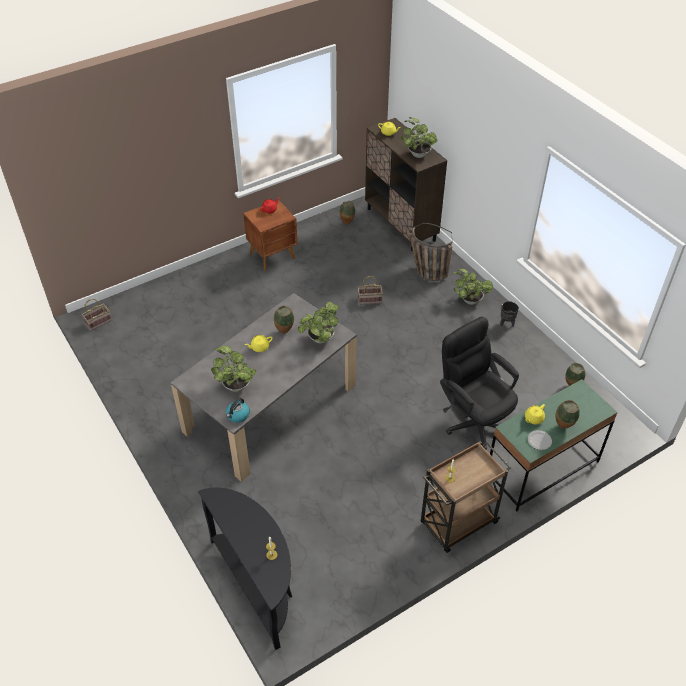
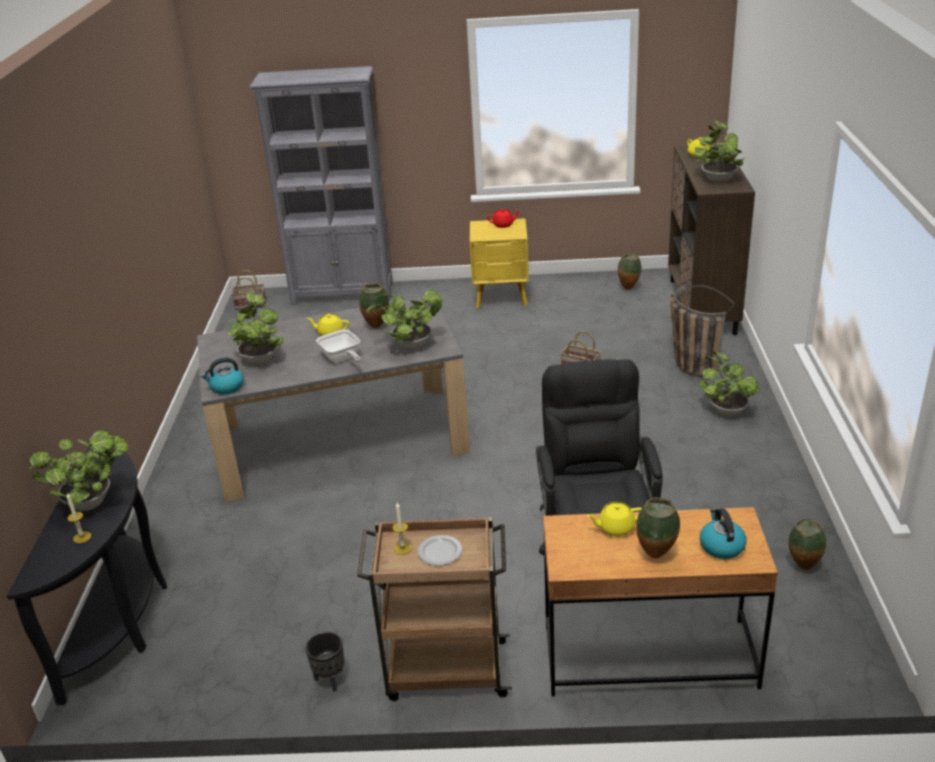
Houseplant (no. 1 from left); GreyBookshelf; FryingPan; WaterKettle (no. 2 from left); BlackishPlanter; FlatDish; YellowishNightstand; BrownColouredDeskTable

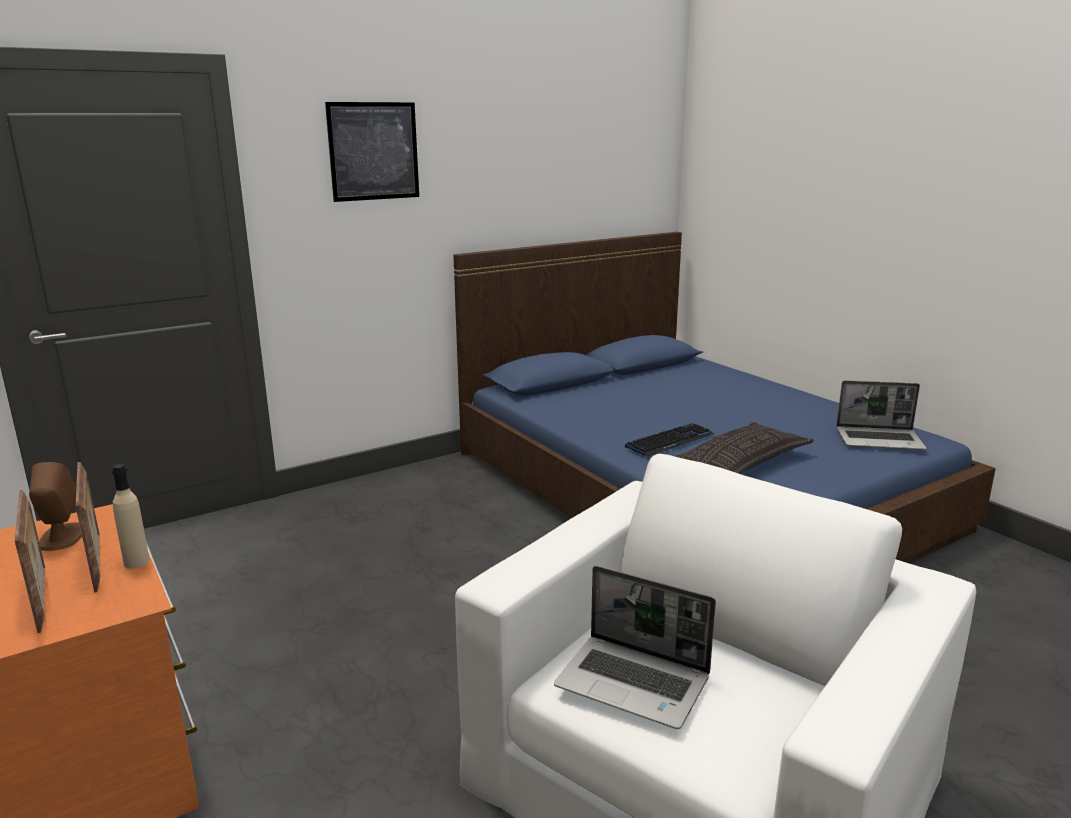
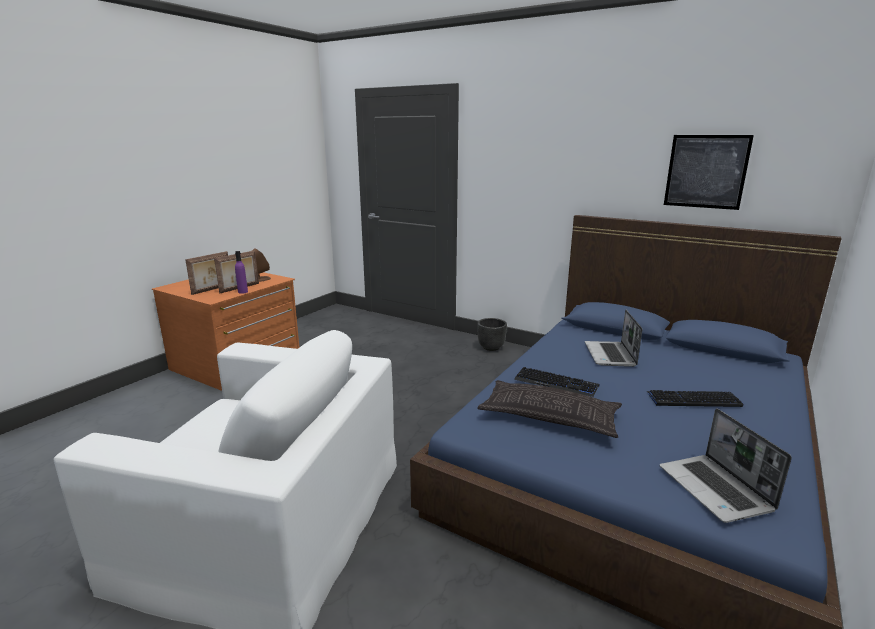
BlackishPlanter; PcKeyboard (no. 2 from left); Picture; NotebookComputer (no. 1 from left); PurplishDrinkBottle

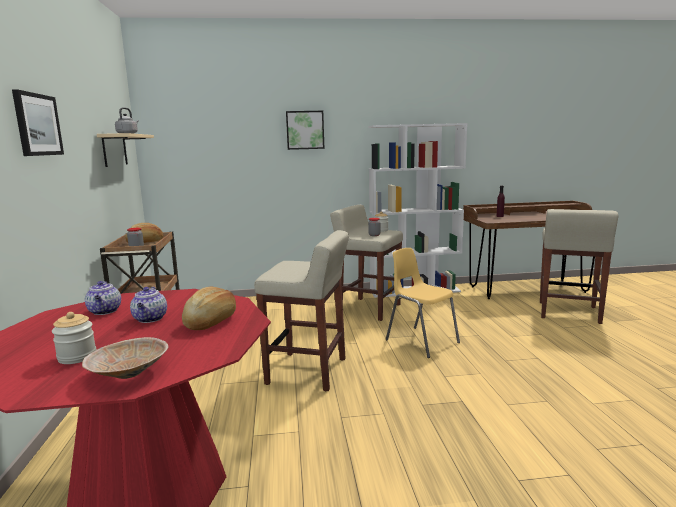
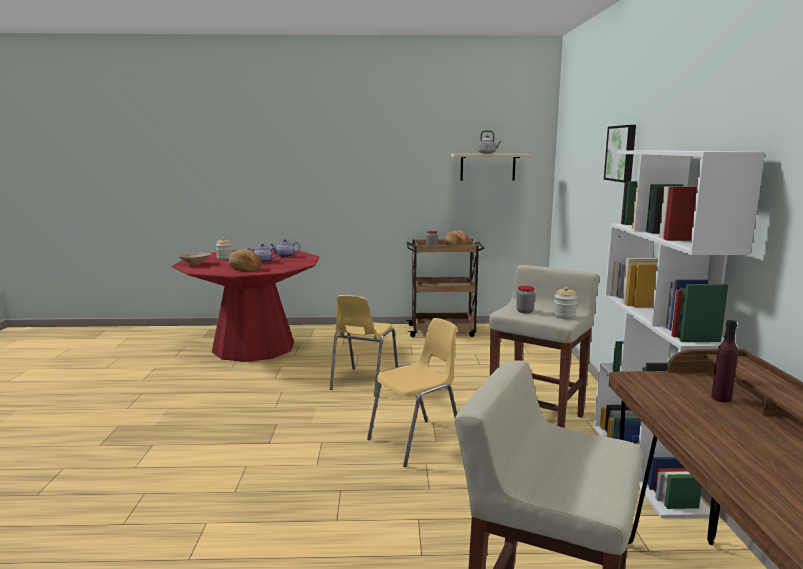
Picture (no. 1 from left in the first image); YellowishUprightChair (no. 1 from left)

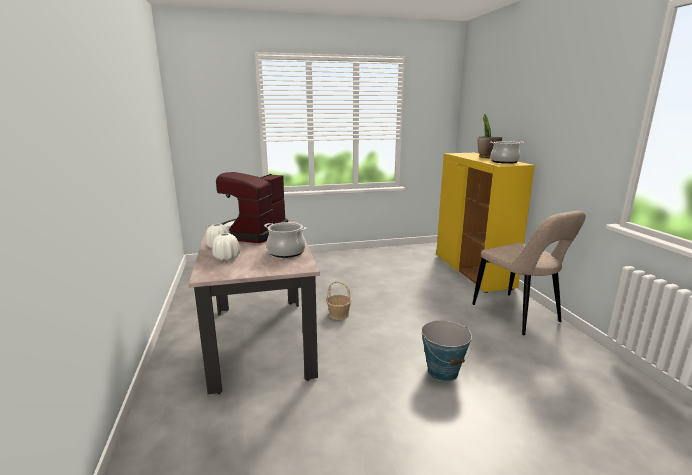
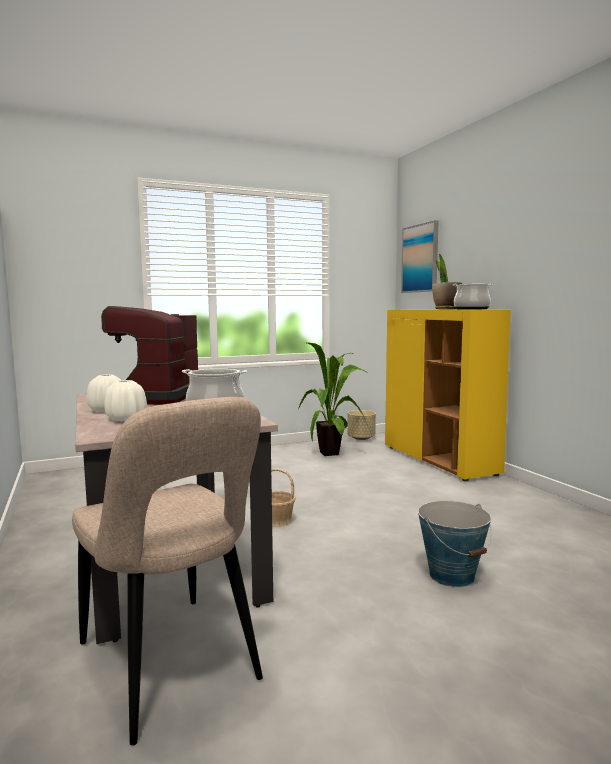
Houseplant (no. 1 from left); SandColouredPlanter; Picture; SandColouredUprightChair

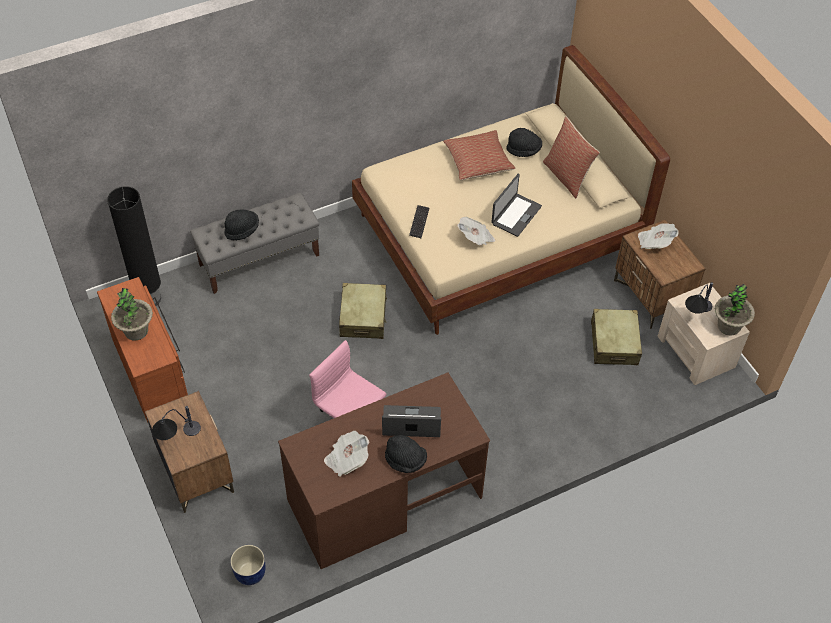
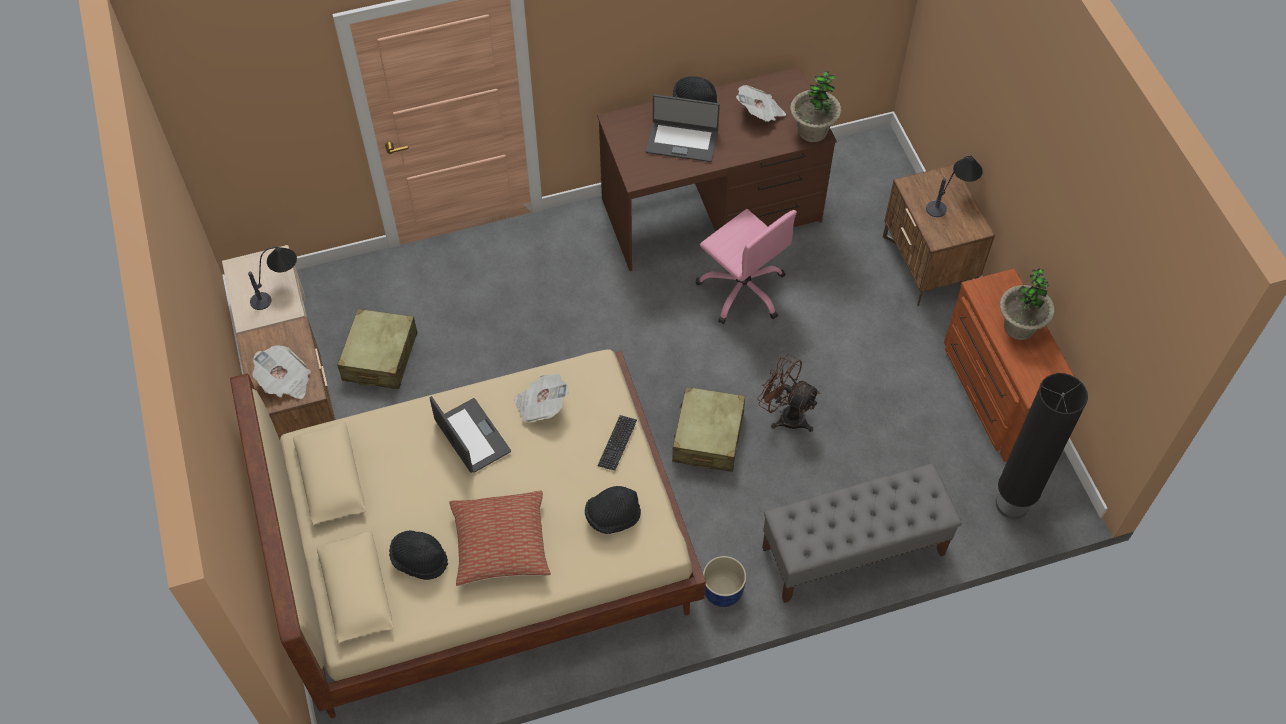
ThrowPillow (no. 2 from left in the first image); BrownColouredFan; BlackishWearableHat (no. 2 from left); BlueColouredPlanter; Houseplant (no. 1 from left); NotebookComputer (no. 1 from left)

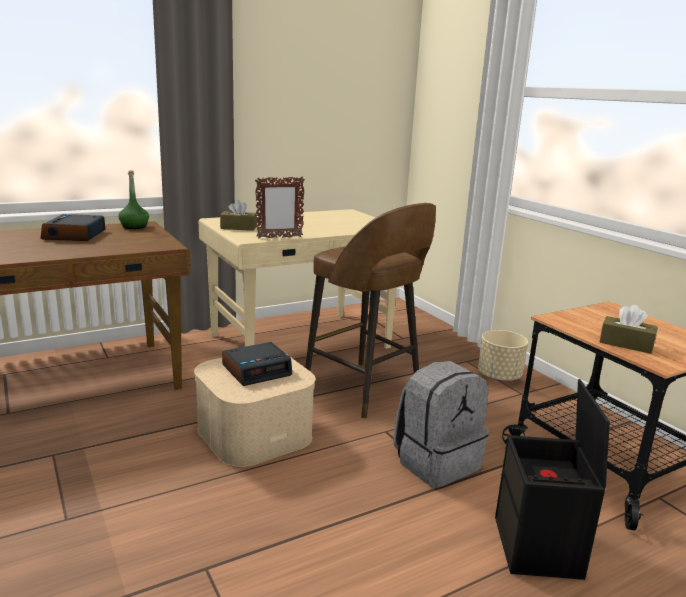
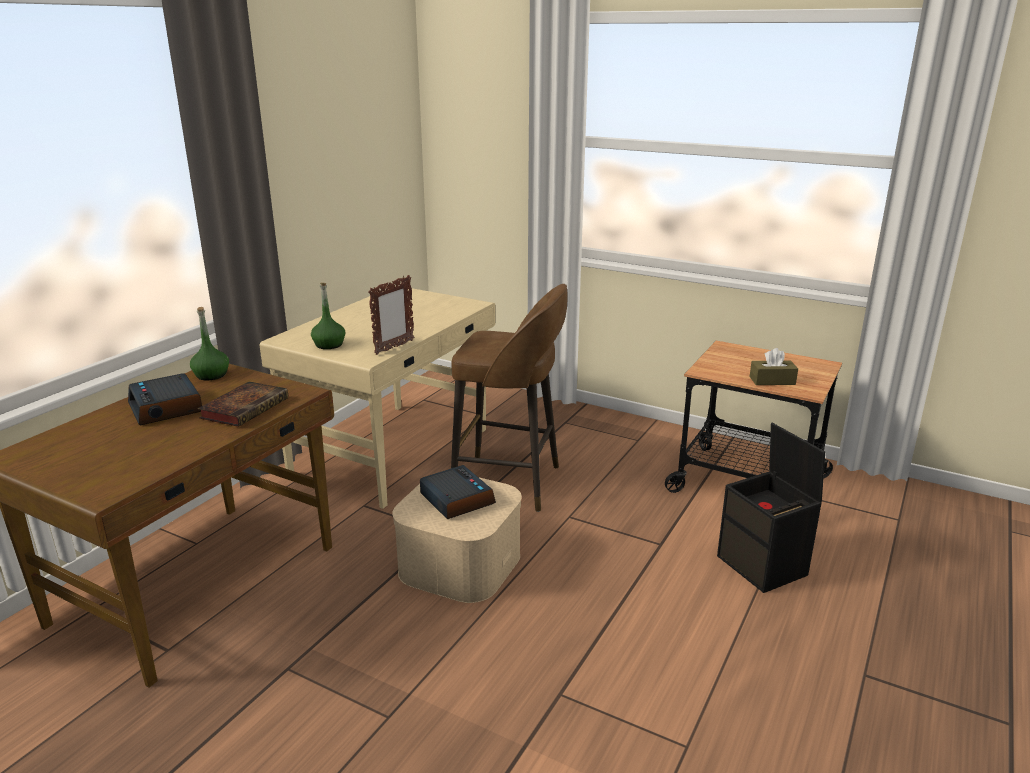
GreyRucksack; SandColouredPlanter; Volume; GreenishDrinkBottle (no. 2 from left); AlarmClock (no. 2 from left)

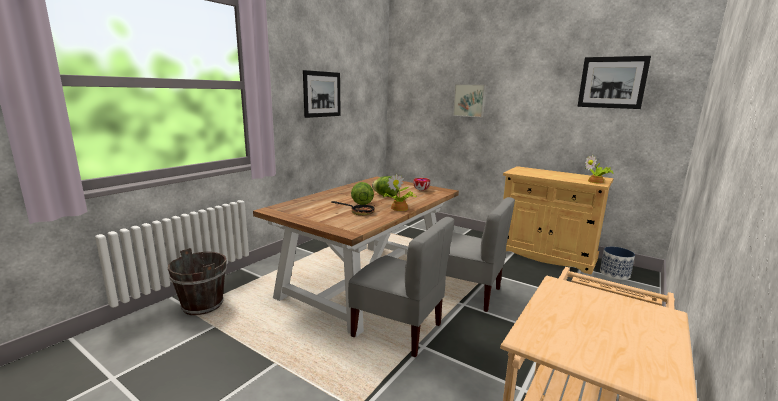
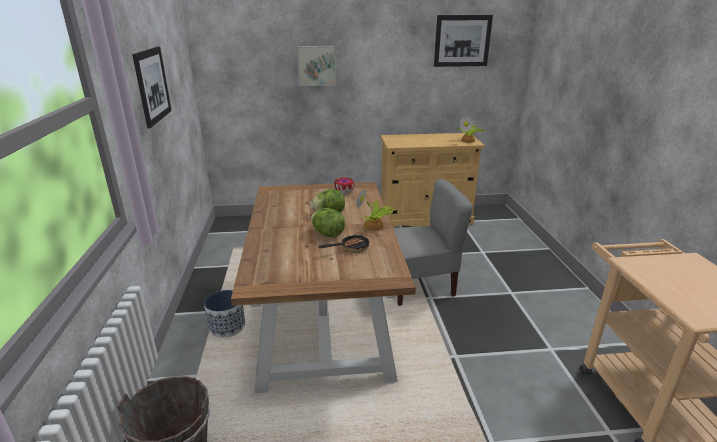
GreyUprightChair (no. 1 from left in the first image); Planter

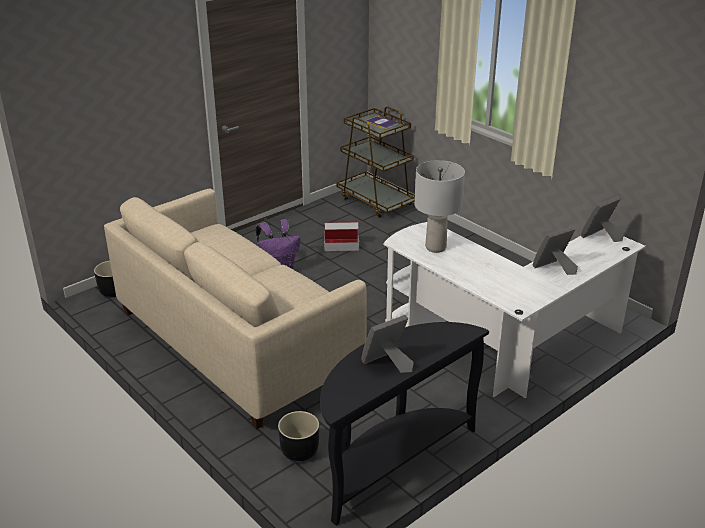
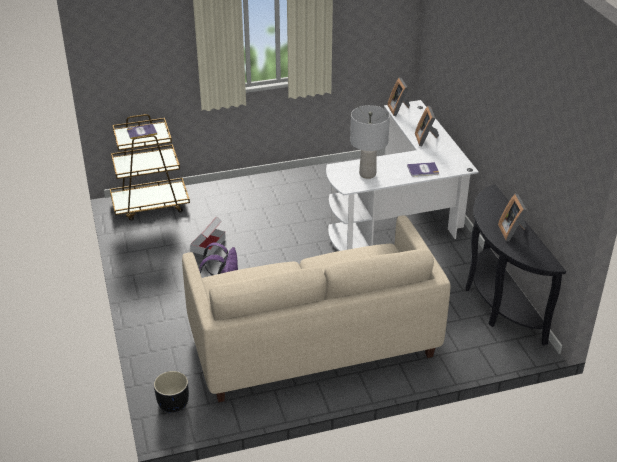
BlackishPlanter (no. 2 from left in the first image); Volume (no. 2 from left)

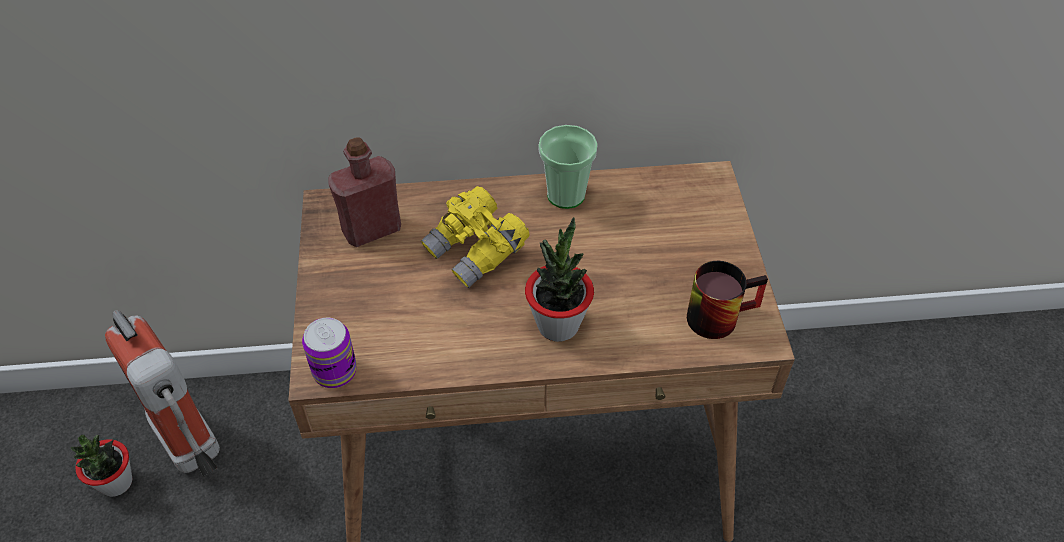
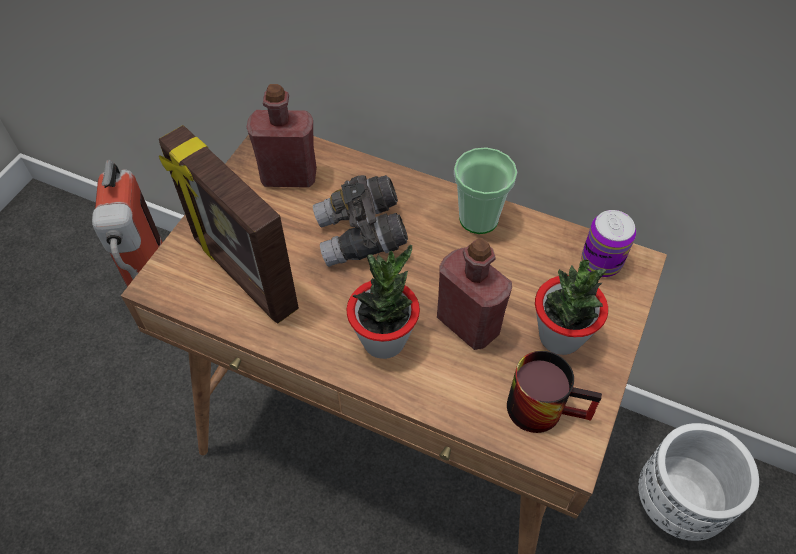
PictureFrame; ReddishDrinkBottle (no. 2 from left); WhiteColouredPlanter; Houseplant (no. 2 from left); SealedCan; GreyFieldGlasses

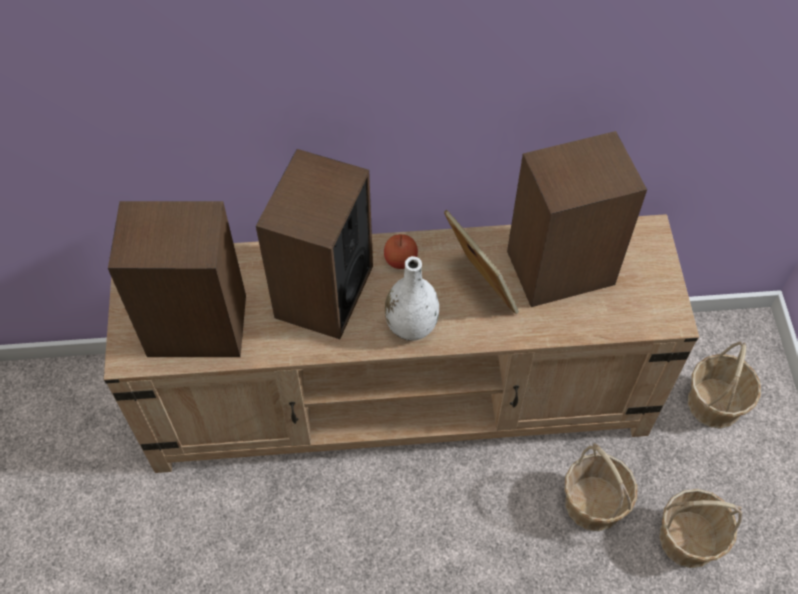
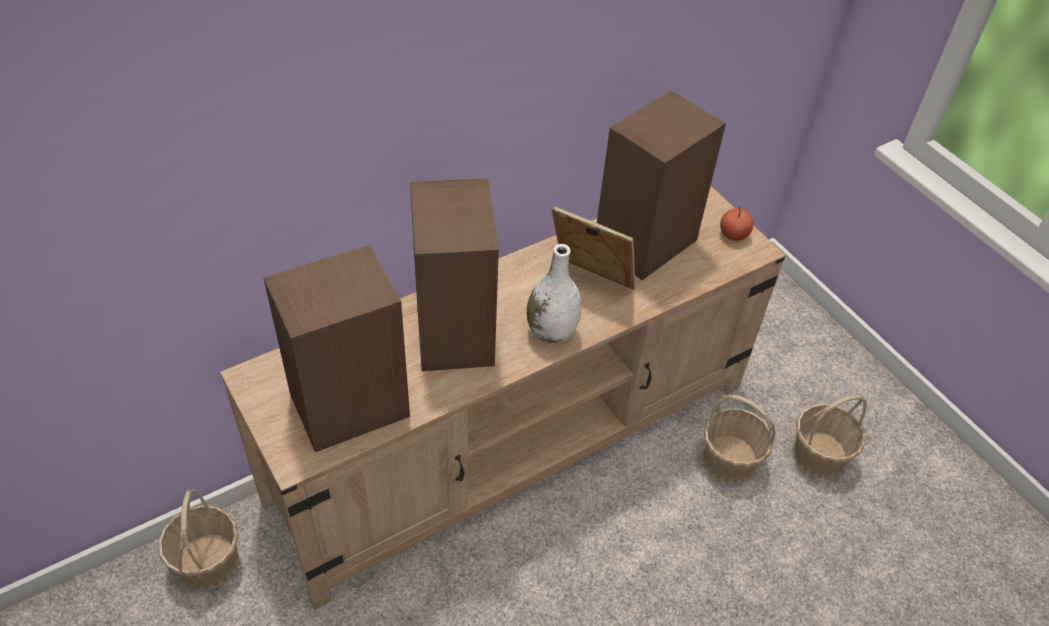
AppleFruit; StorageBasket (no. 1 from left)

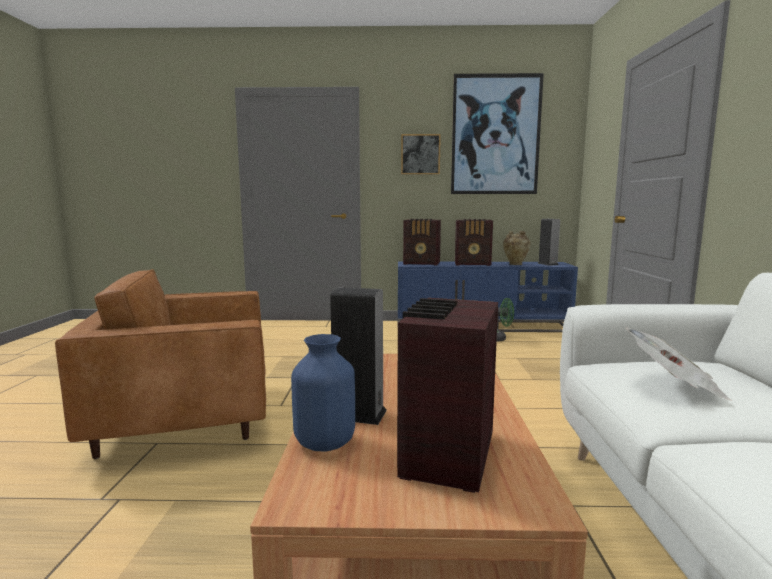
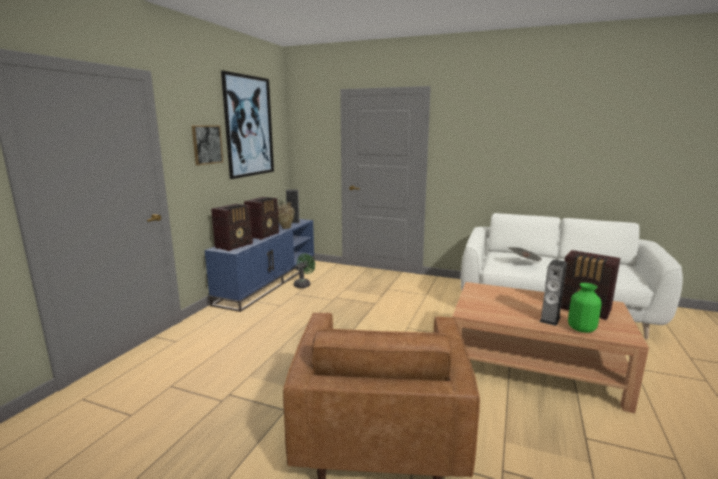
GreenishFlowerVase

